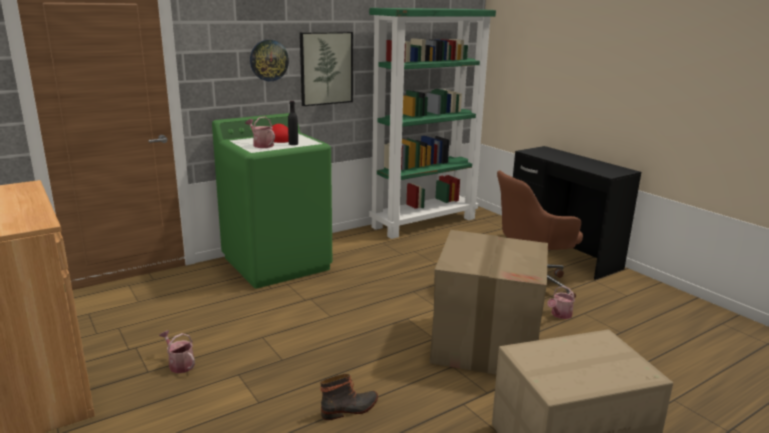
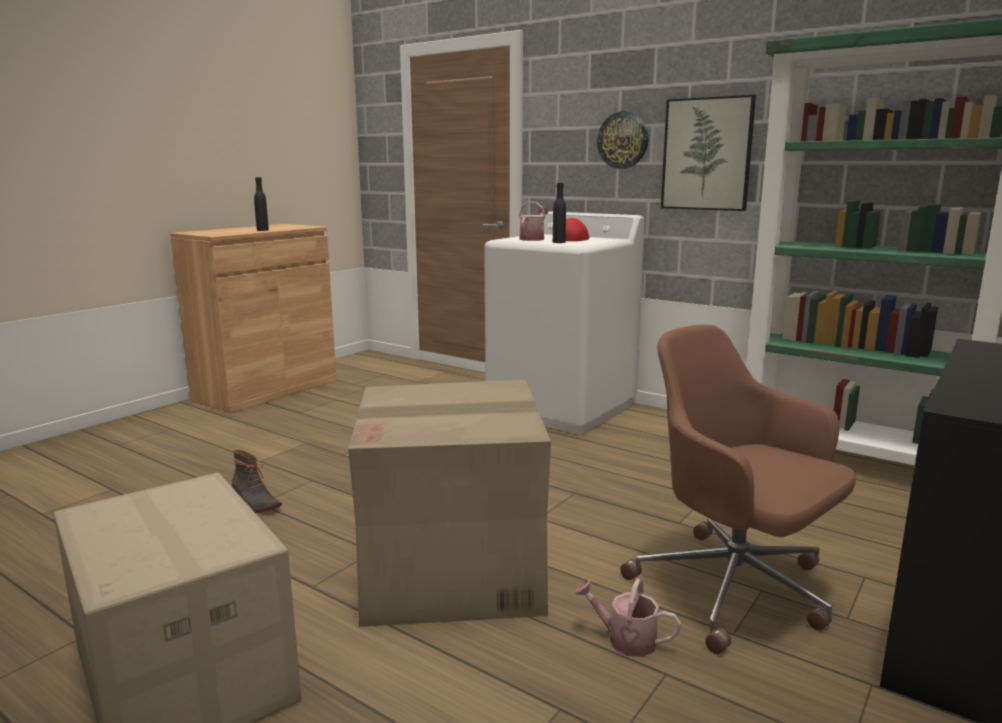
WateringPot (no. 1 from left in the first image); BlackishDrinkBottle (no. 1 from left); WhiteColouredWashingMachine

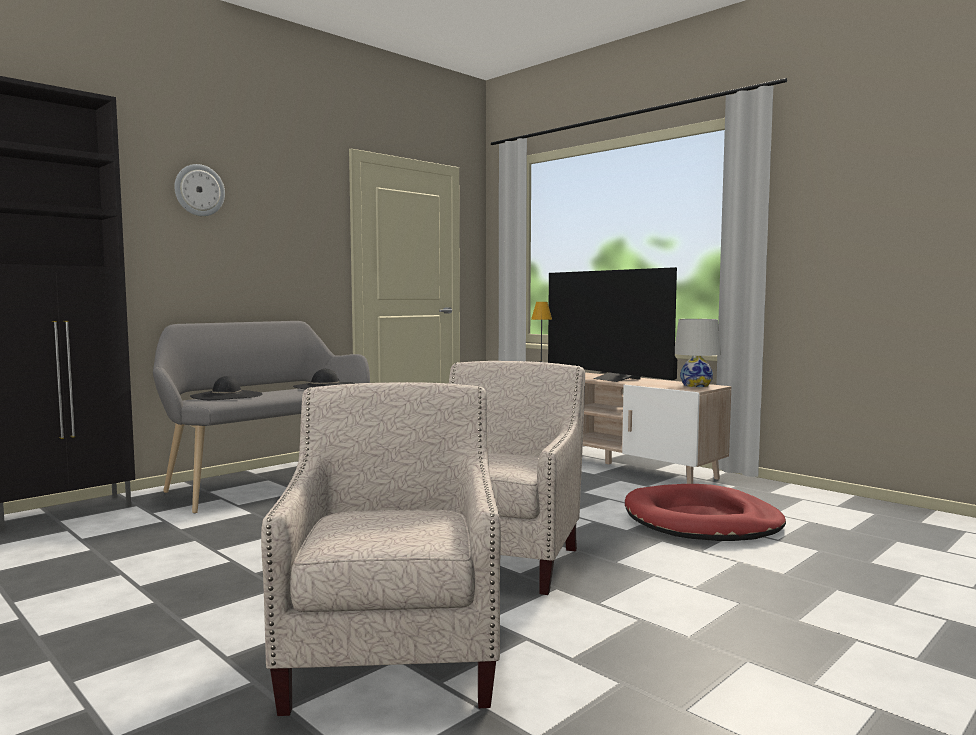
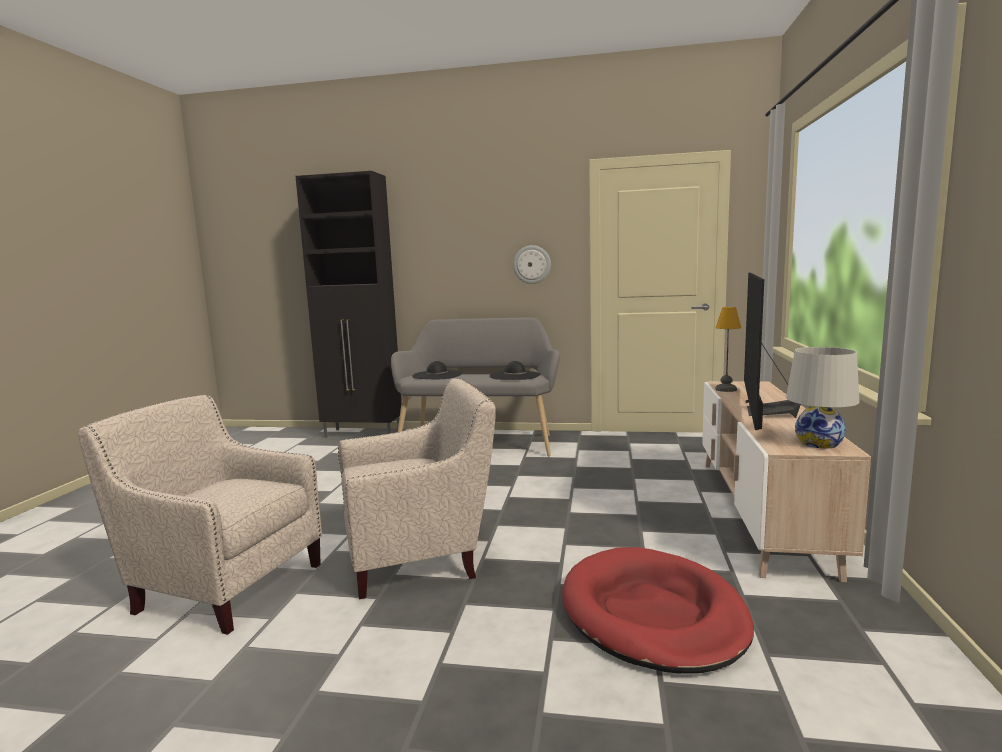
HangingClock; SandColouredLoungeChair (no. 1 from left)

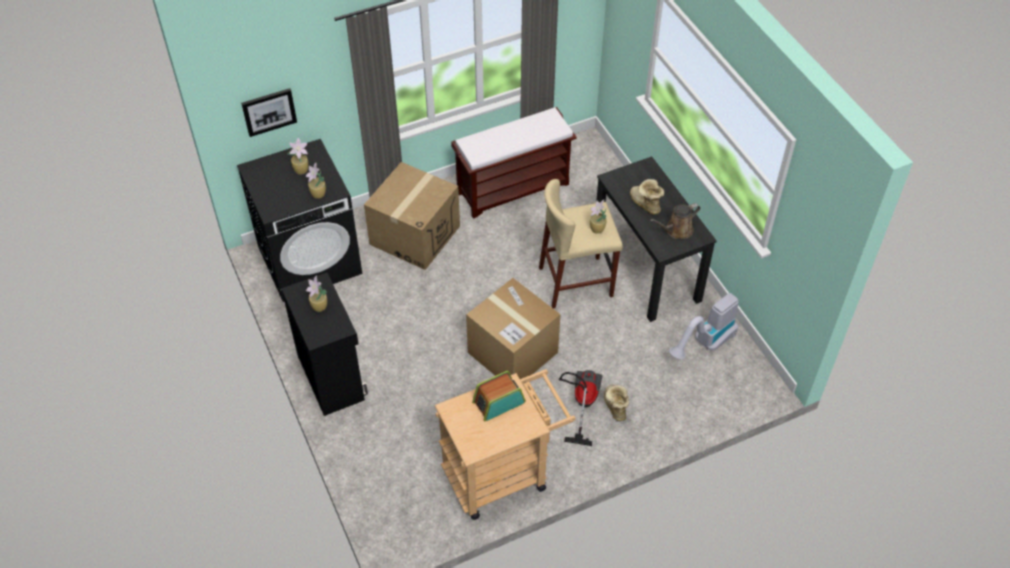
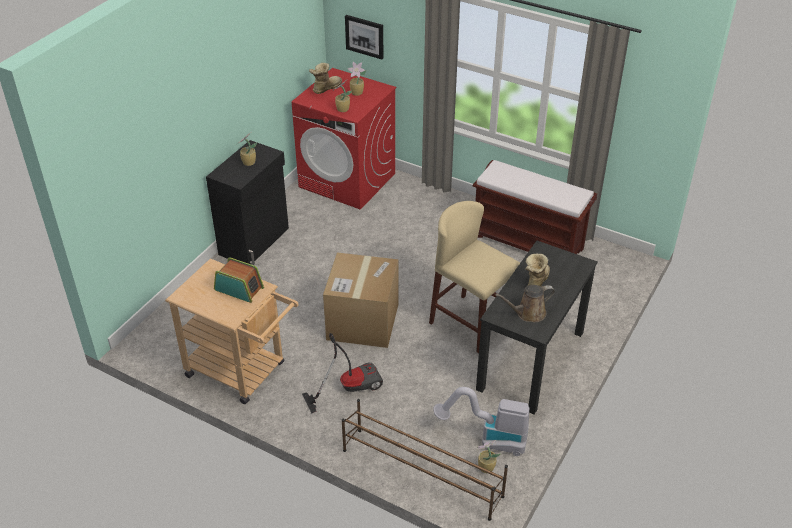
Carton (no. 1 from left in the first image); BrownColouredShoeRack; Houseplant (no. 4 from left); HighTopBoot (no. 1 from left); ReddishWashingMachine; BrownColouredWateringPot

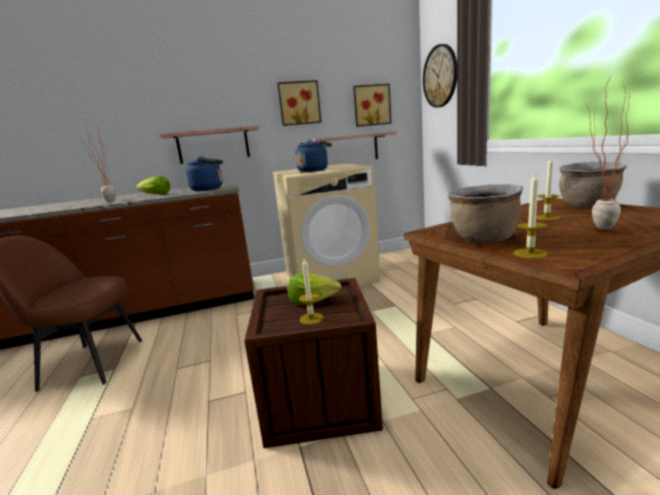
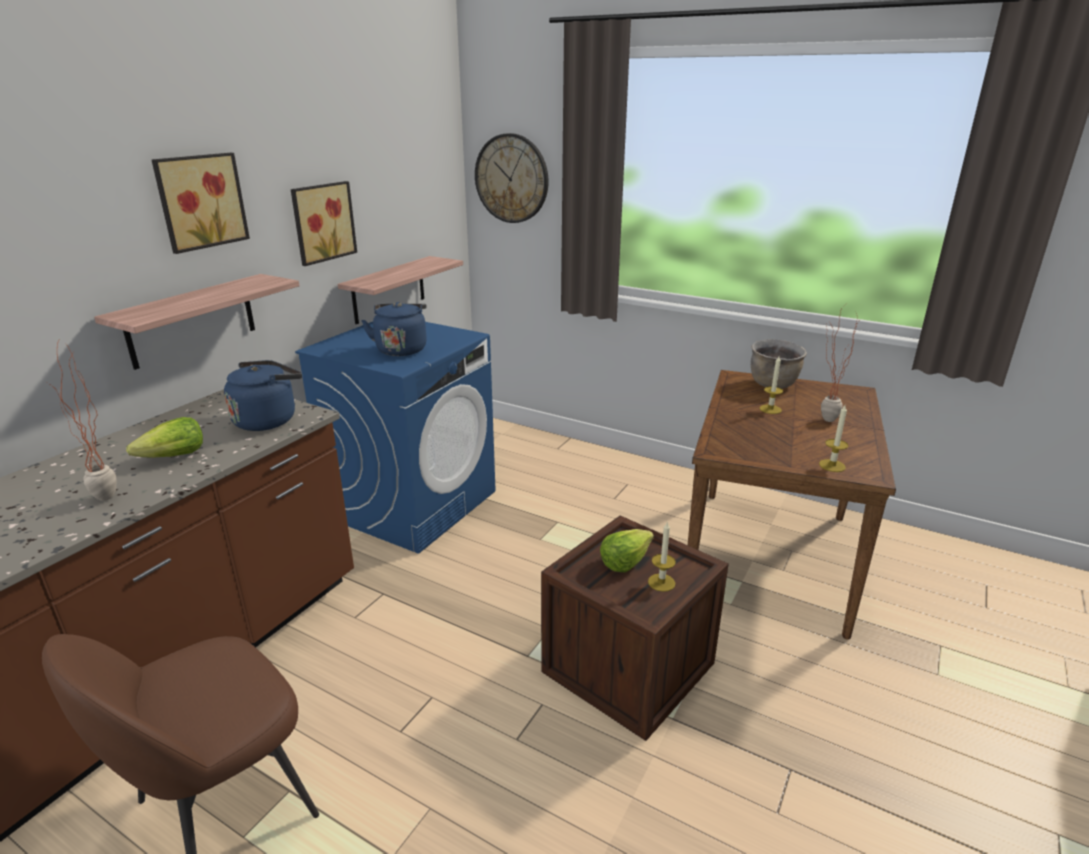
BrownColouredSaucepot (no. 1 from left in the first image); Picture (no. 1 from left); BlueColouredWashingMachine

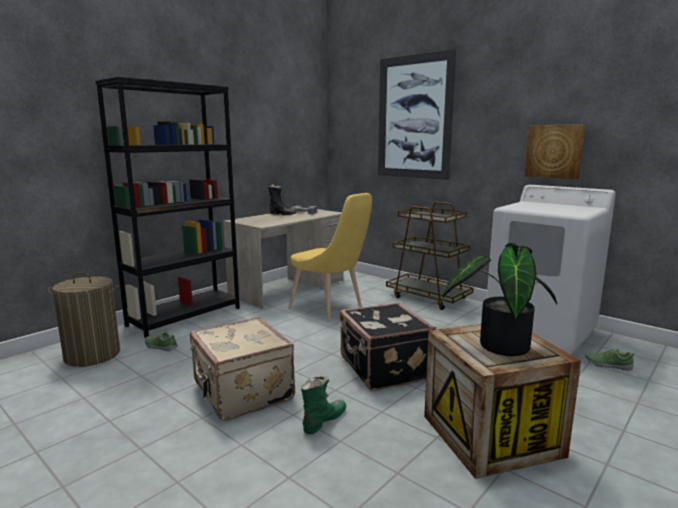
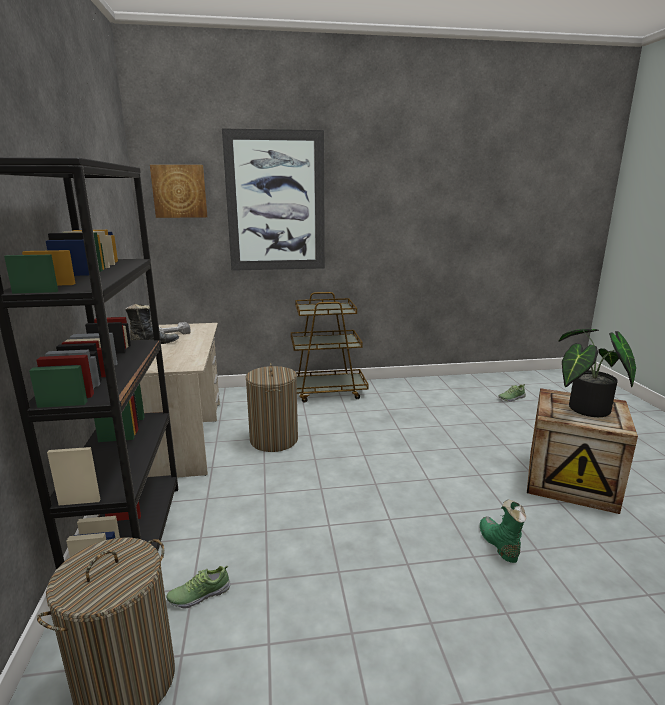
SandColouredSuitcase; BlackishSuitcase; WhiteColouredWashingMachine; Picture (no. 1 from left); LaundryBasket (no. 2 from left)

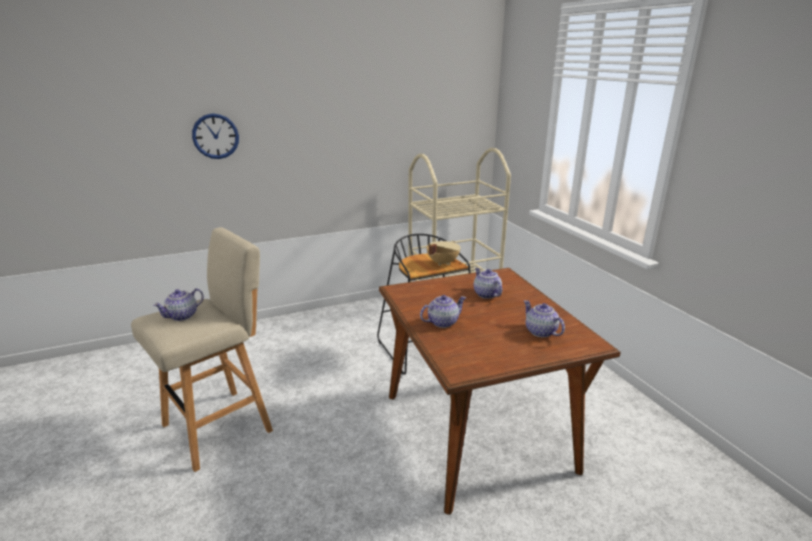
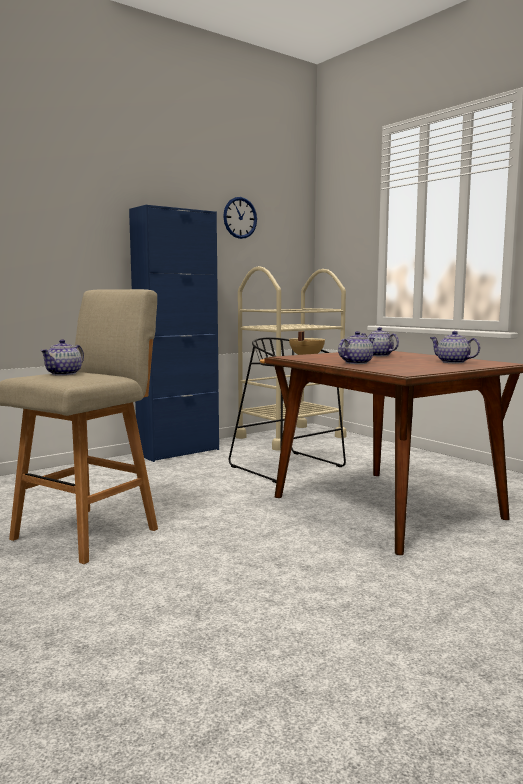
BlueColouredCabinet; HangingClock

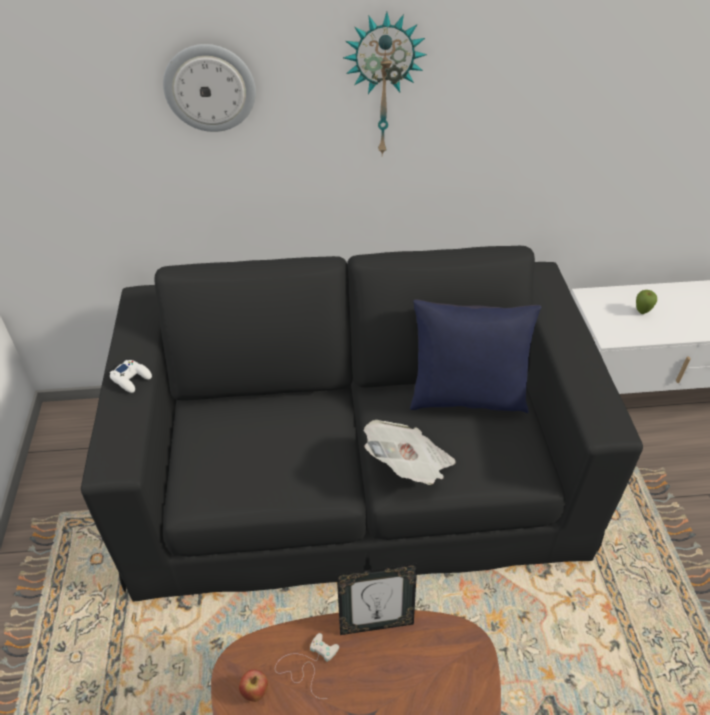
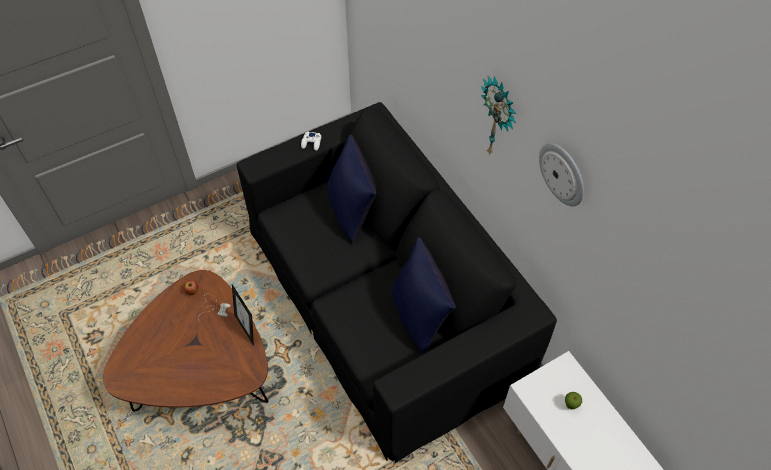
DailyPaper; BlueColouredThrowPillow (no. 1 from left); HangingClock (no. 2 from left)

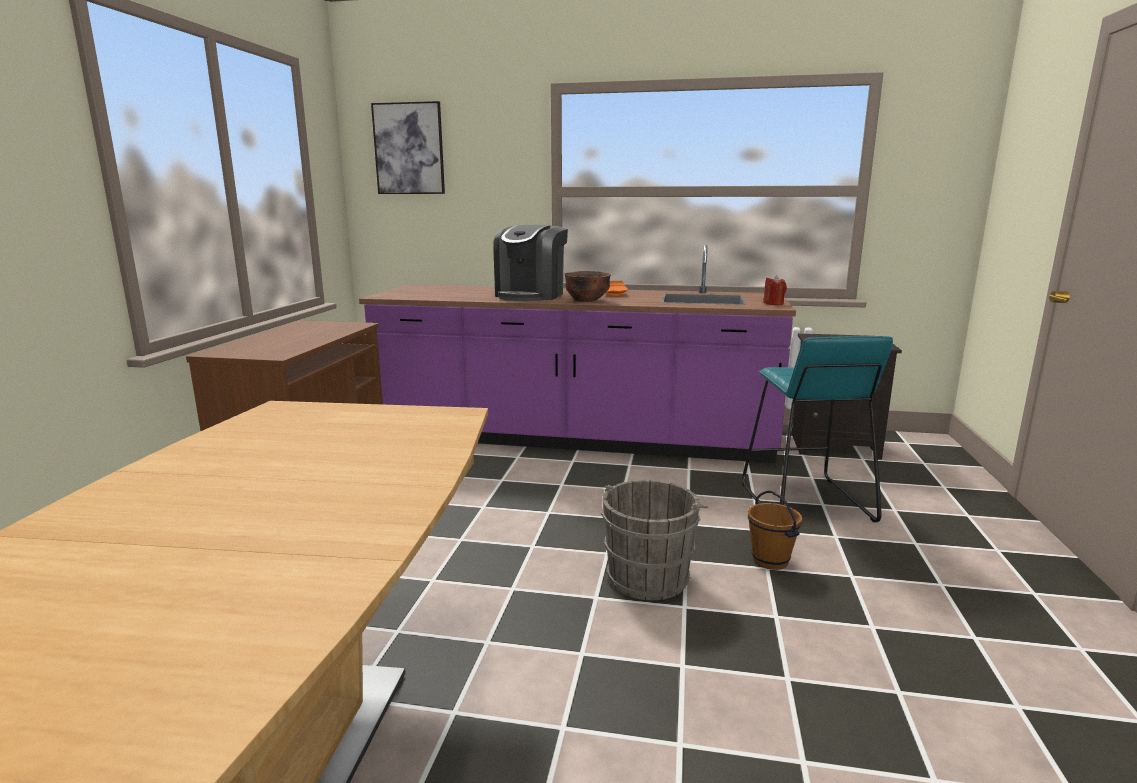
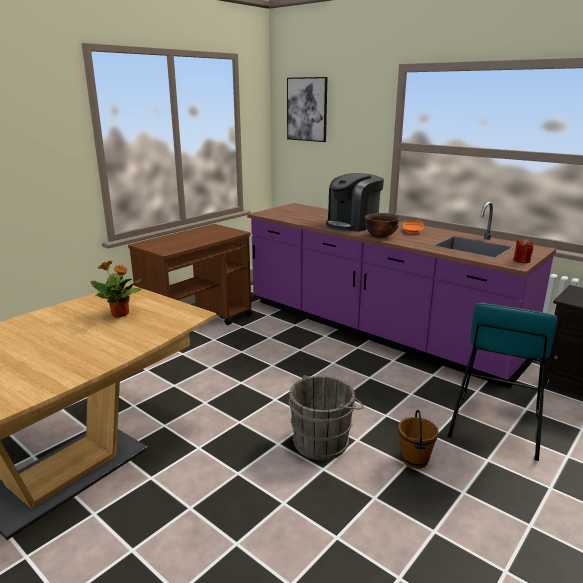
Houseplant

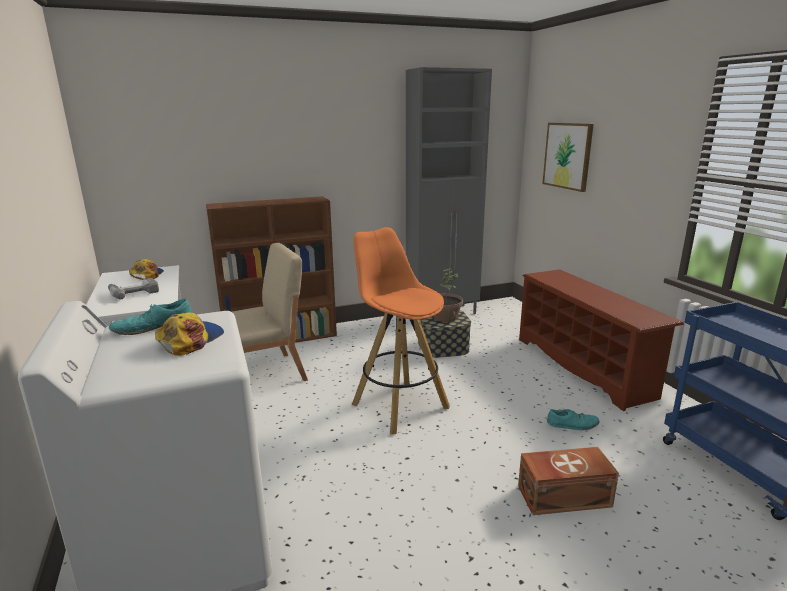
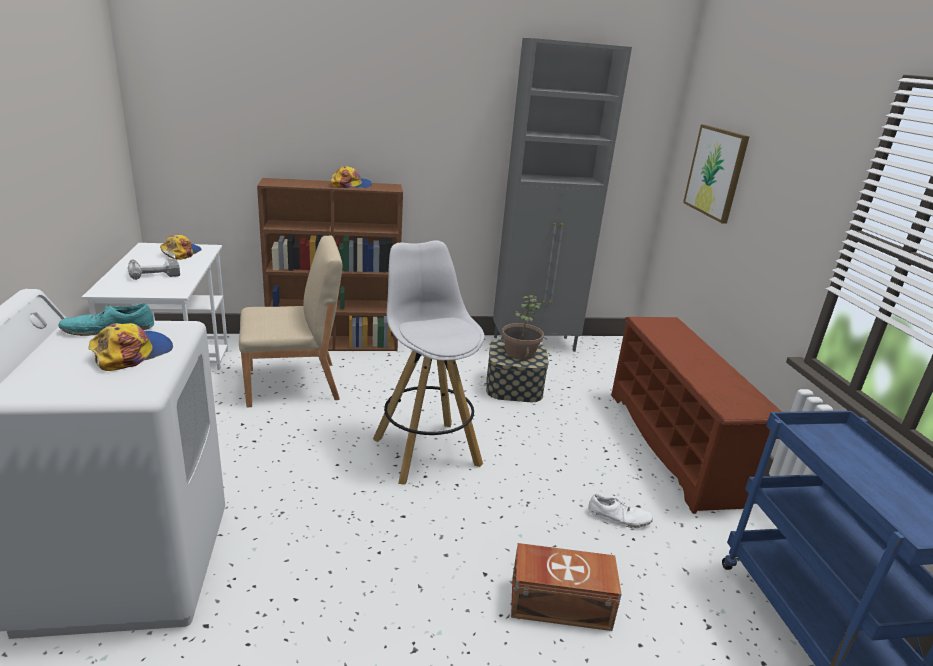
Cap (no. 3 from left); WhiteColouredSittingStool; WhiteColouredLowShoe

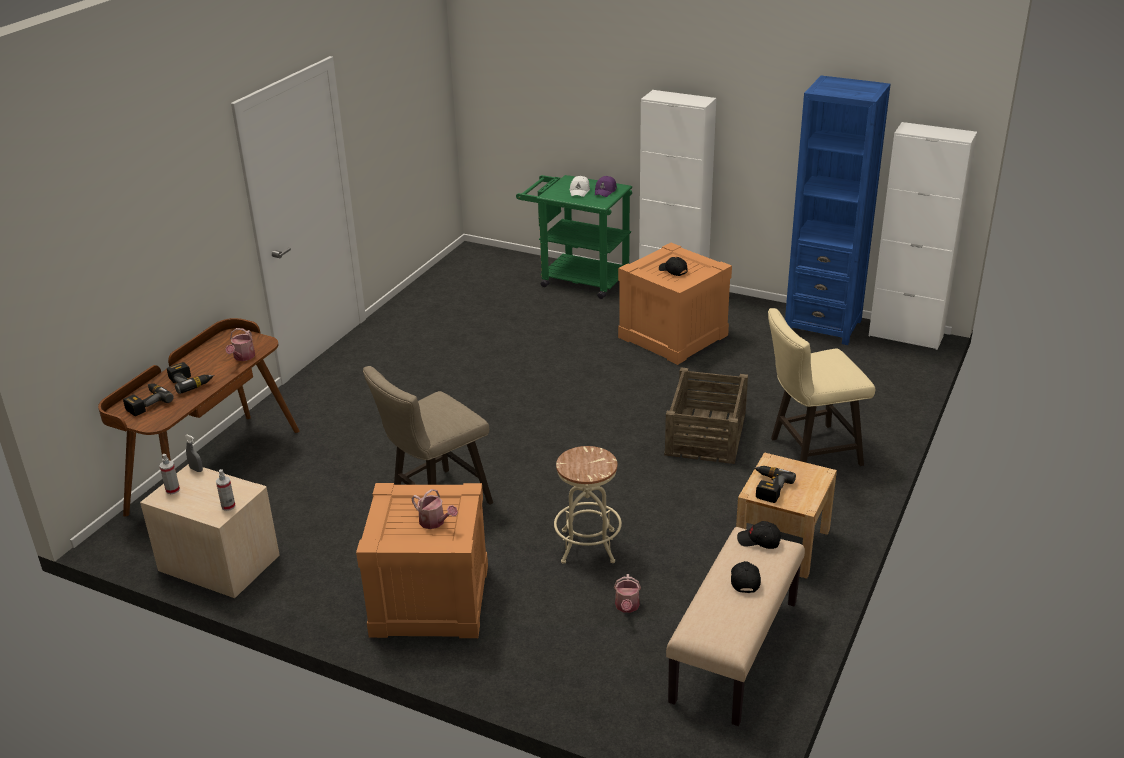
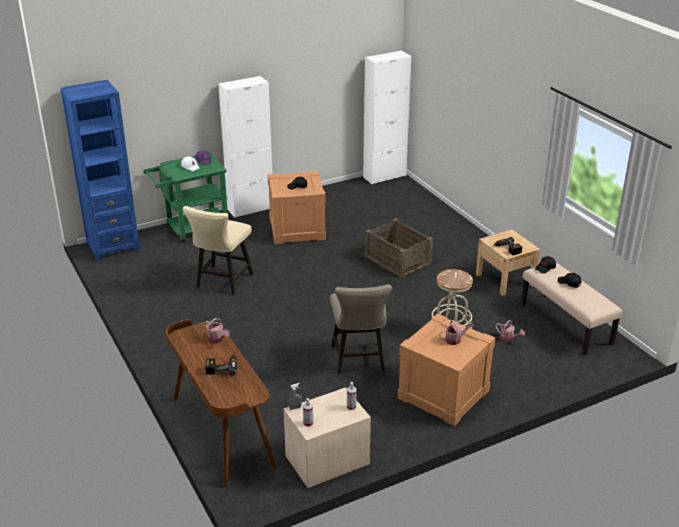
ElectricDrill (no. 1 from left in the first image); SandColouredSittingStool (no. 1 from left); BlueColouredBookshelf

